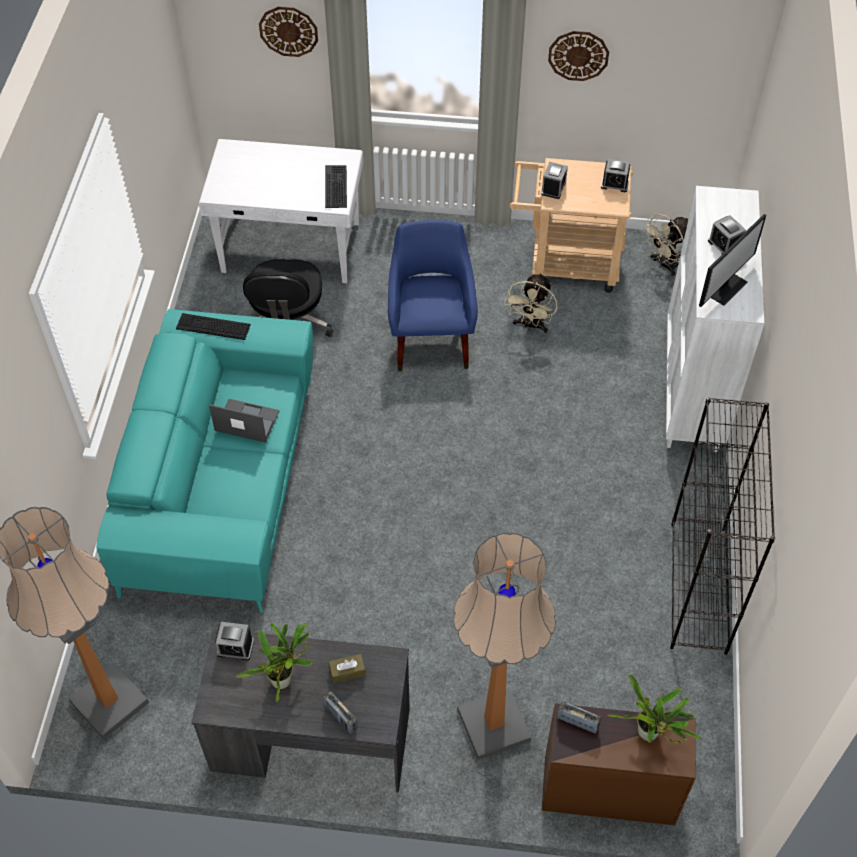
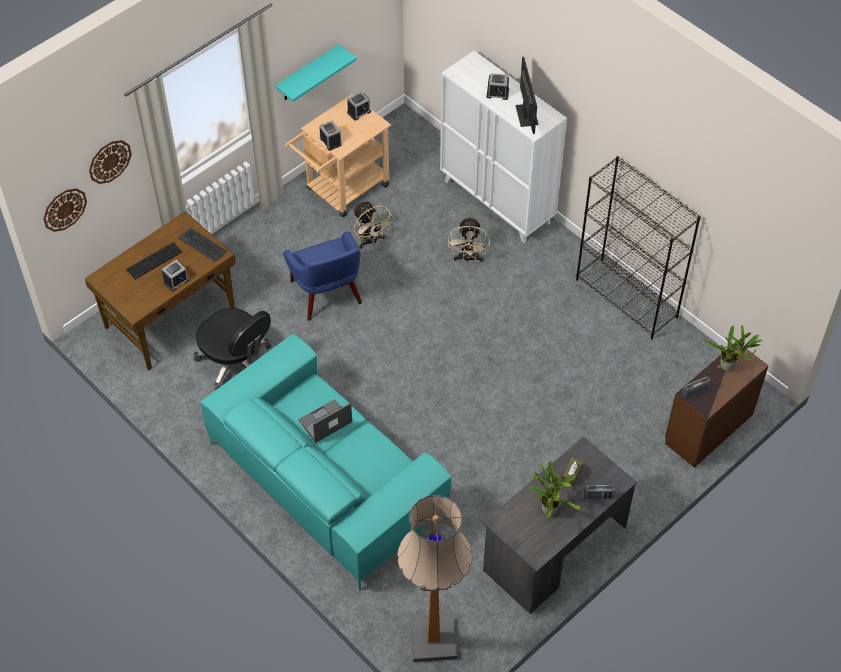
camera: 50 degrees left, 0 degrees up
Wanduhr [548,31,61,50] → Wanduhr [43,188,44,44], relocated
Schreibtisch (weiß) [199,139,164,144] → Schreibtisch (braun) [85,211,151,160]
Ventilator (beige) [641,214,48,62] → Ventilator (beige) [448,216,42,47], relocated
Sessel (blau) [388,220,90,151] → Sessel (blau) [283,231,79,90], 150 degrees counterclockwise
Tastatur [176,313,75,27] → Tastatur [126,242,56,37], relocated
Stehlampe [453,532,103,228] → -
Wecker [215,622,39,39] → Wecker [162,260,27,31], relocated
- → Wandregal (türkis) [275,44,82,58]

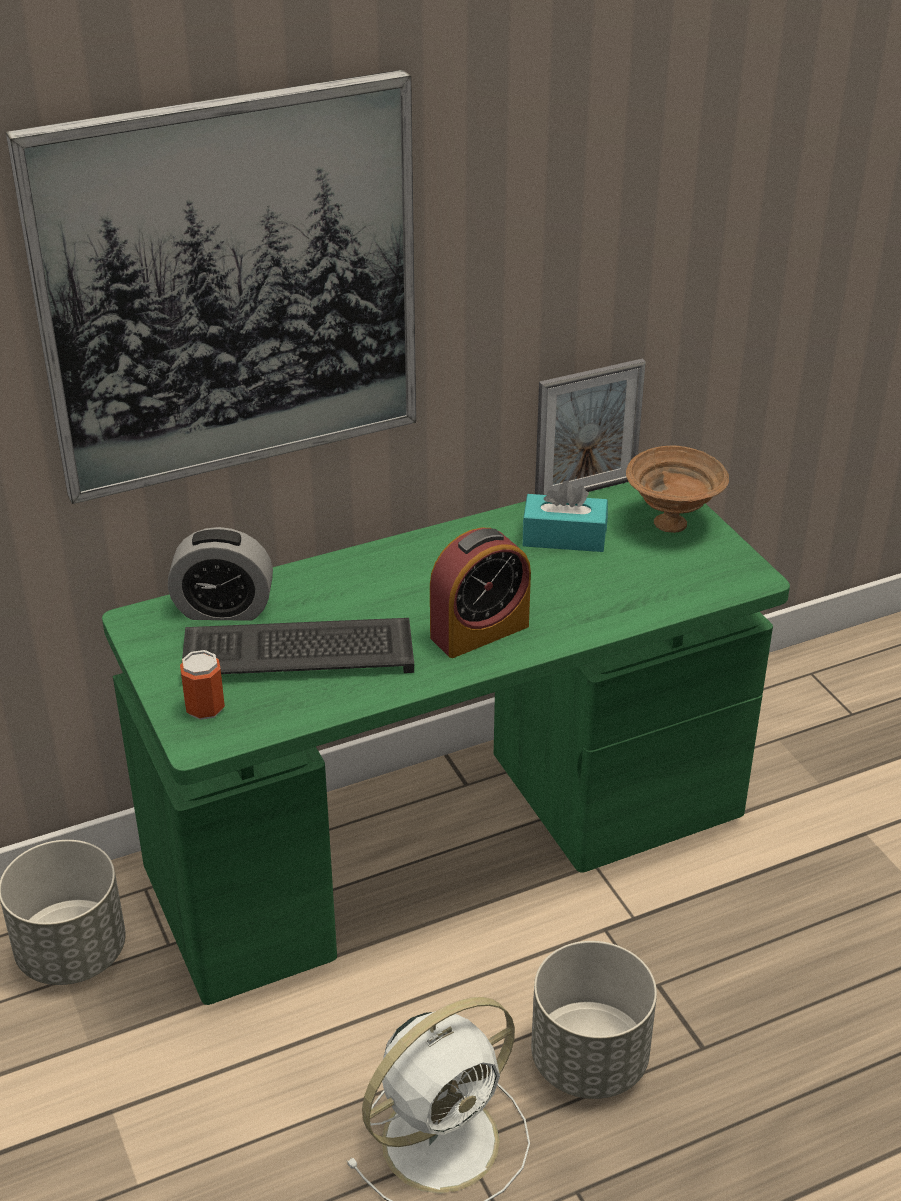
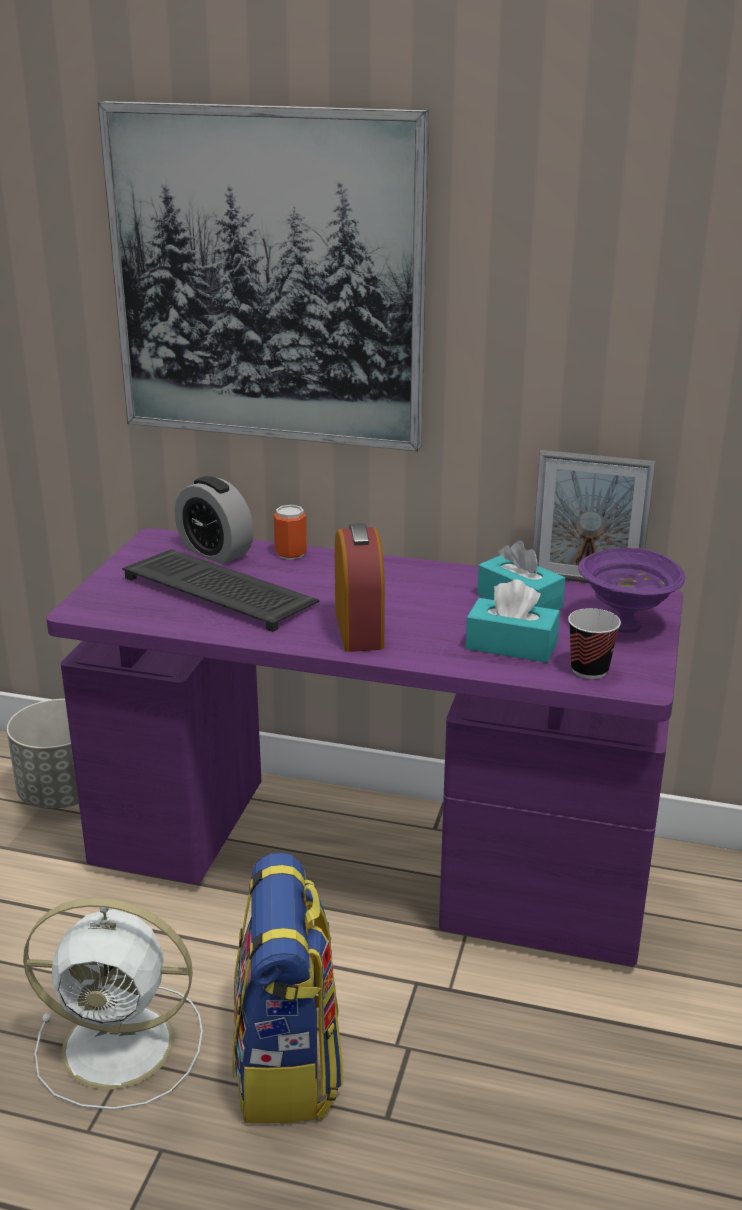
camera: 40 degrees right, 10 degrees down
Schüssel (braun) [626,446,103,87] → Schüssel (lila) [578,548,107,85]
Schreibtisch (grün) [102,482,688,523] → Schreibtisch (lila) [46,528,637,438]
Wecker [430,527,101,131] → Wecker [335,523,50,129], 105 degrees counterclockwise
Dose [180,650,45,70] → Dose [274,505,33,55], relocated
Pflanzkübel (grau) [531,941,126,158] → Rucksack [232,853,111,271]
- → Taschentuchbox (türkis) [466,579,94,84]
- → Tasse [568,608,53,71]

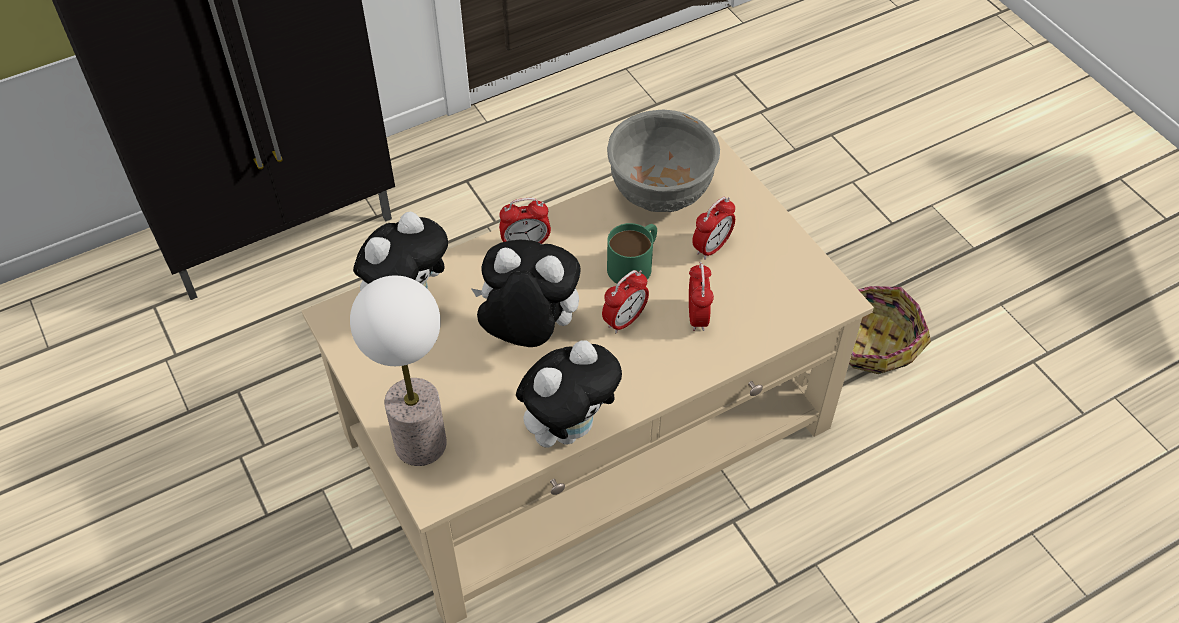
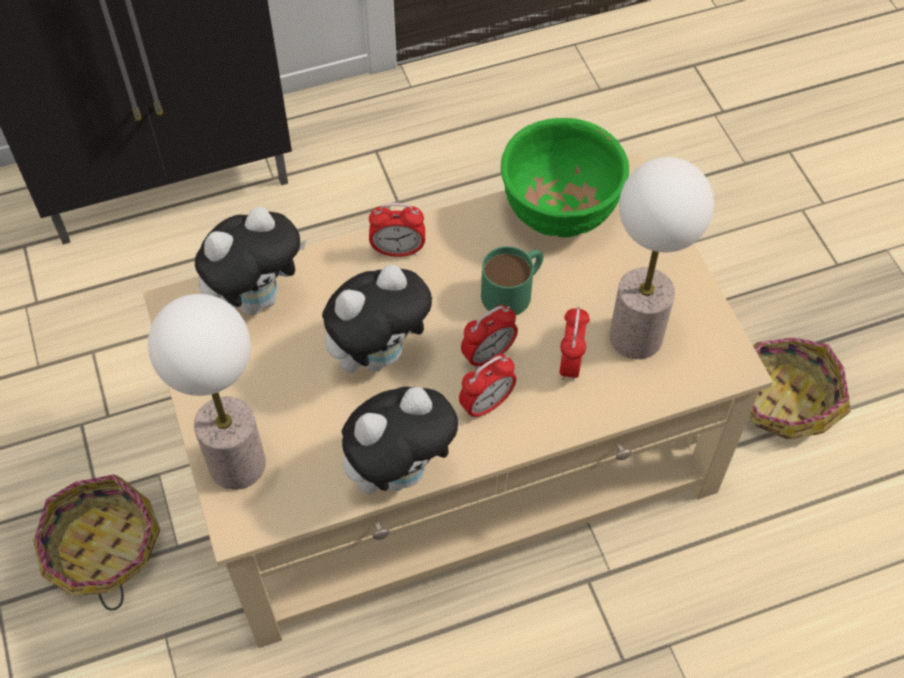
camera: 10 degrees right, 5 degrees up
Schüssel (grau) [607,110,113,102] → Schüssel (grün) [501,118,128,120]
Wecker [692,197,43,63] → Wecker [459,354,57,66], relocated
Plüschtier [471,240,110,107] → Plüschtier [322,265,111,108], 120 degrees clockwise
- → Tischlampe [609,157,105,202]
- → Korb [33,474,127,137]

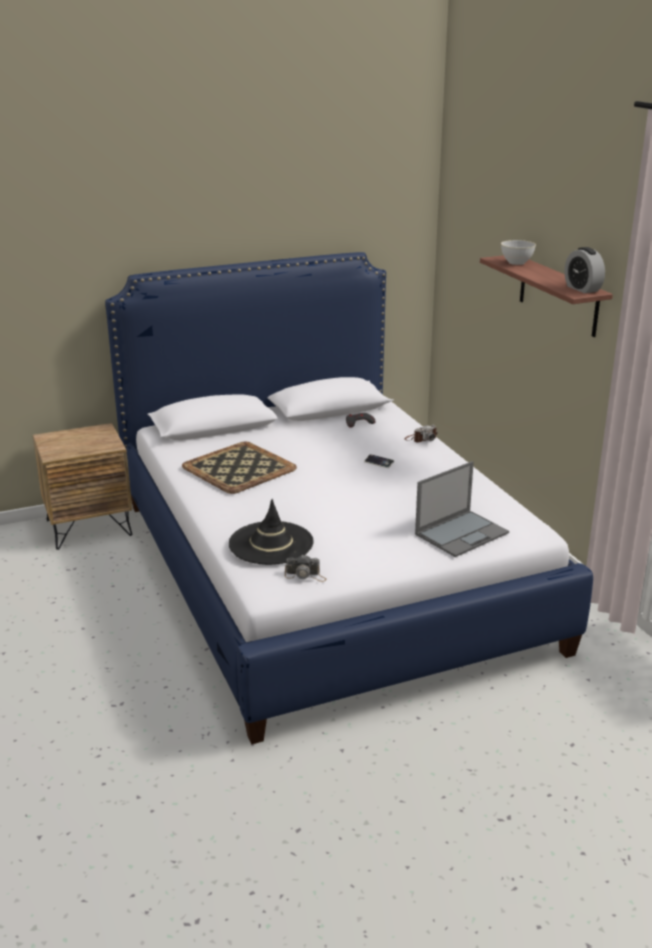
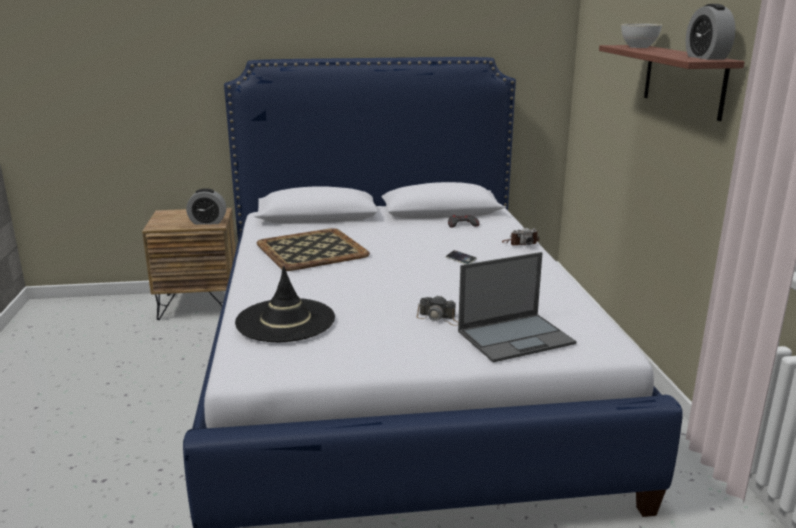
camera: 15 degrees right, 5 degrees down
Kamera [285,555,41,27] → Kamera [416,295,42,31], relocated
- → Wecker [186,188,40,37]

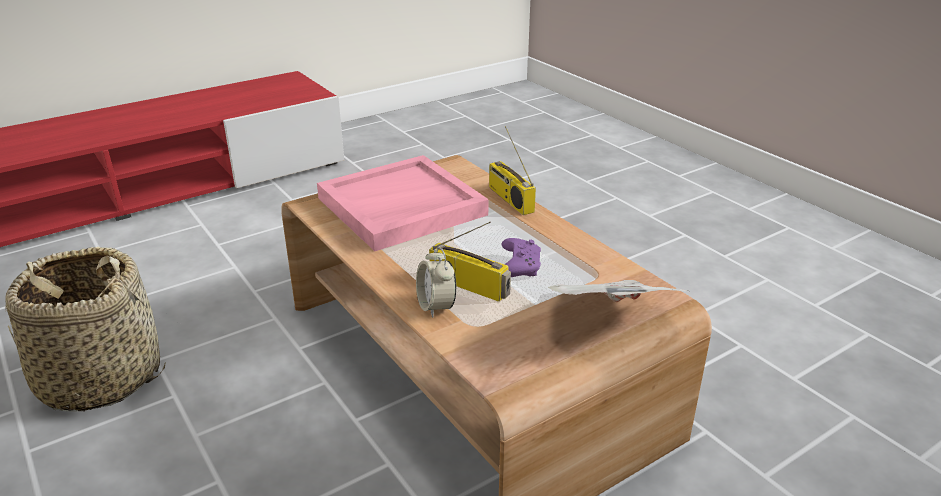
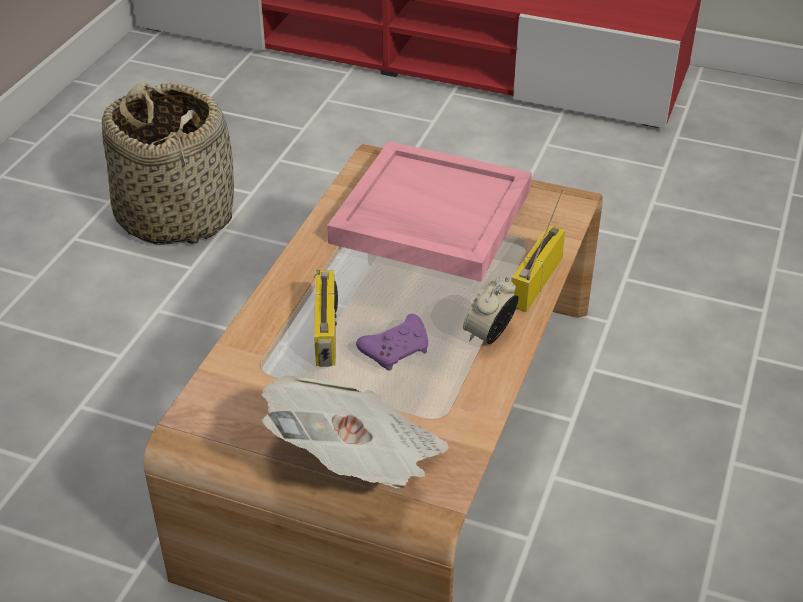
camera: 55 degrees right, 10 degrees up
Wecker [416,246,40,72] → Wecker [463,276,56,68], relocated

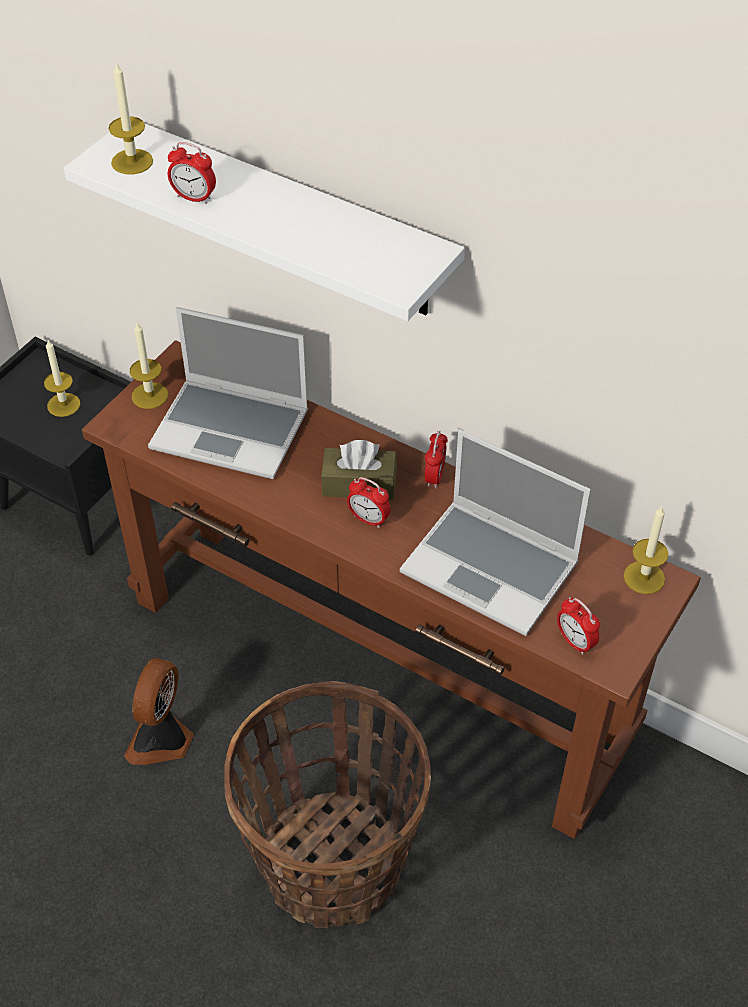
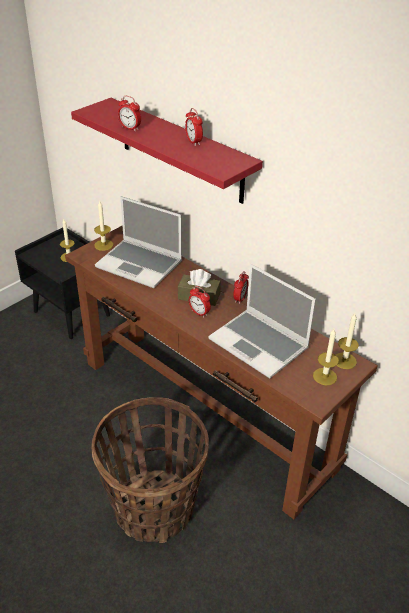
camera: 10 degrees right, 10 degrees down
Kerze [108,61,45,113] → Kerze [313,329,26,56], relocated
Wandregal (weiß) [64,123,401,198] → Wandregal (rot) [71,98,192,106]
Wecker [557,597,43,58] → Wecker [185,108,18,38], relocated
Ventilator [124,658,70,107] → -

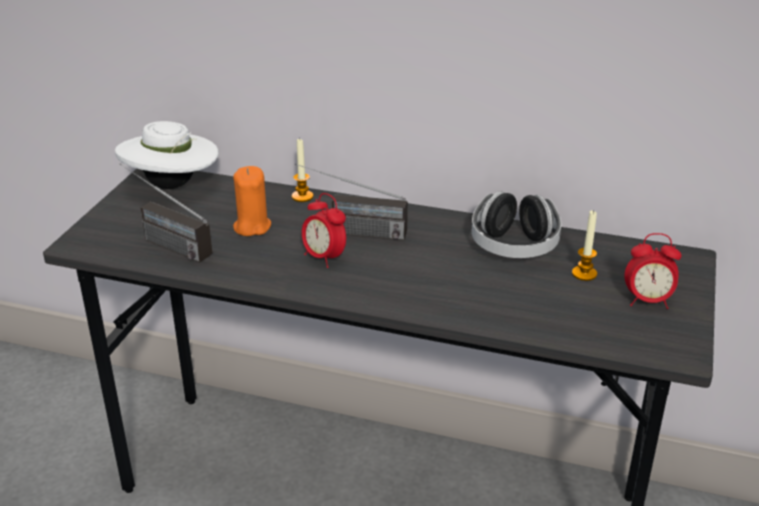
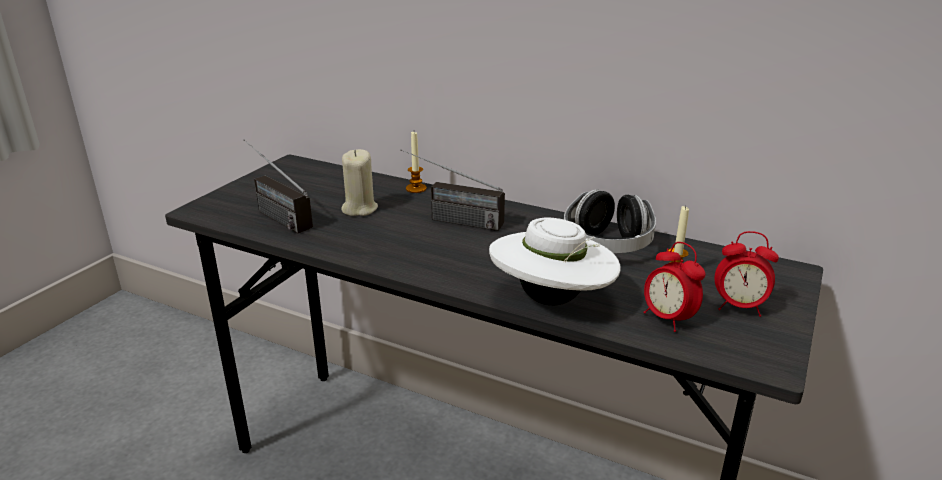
camera: 10 degrees right, 5 degrees down
Hut (weiß) [115,121,104,68] → Hut (weiß) [489,218,131,87], relocated
Kerze (orange) [233,166,38,70] → Kerze (beige) [342,149,36,67]
Wecker [302,193,44,75] → Wecker [643,242,62,90], relocated

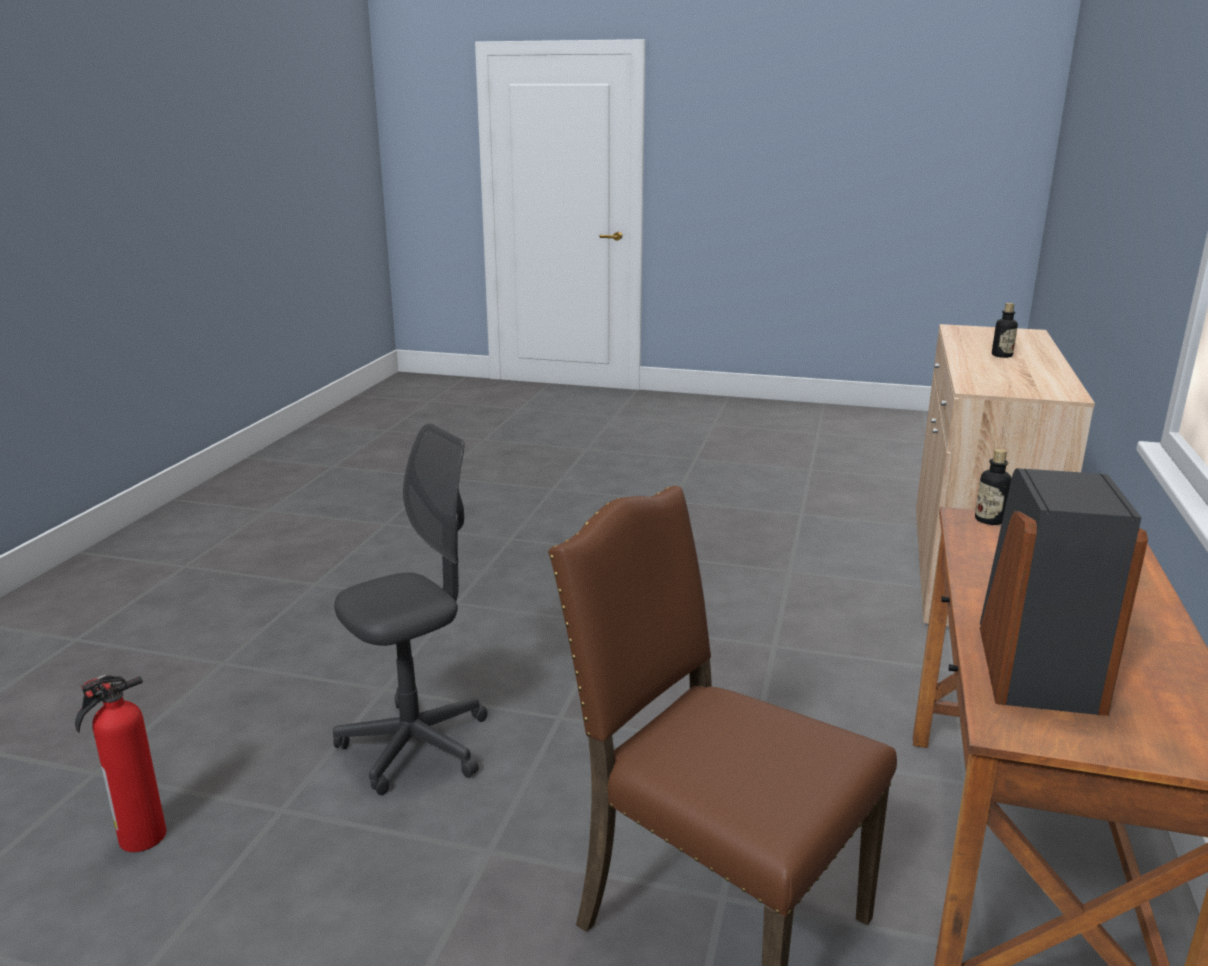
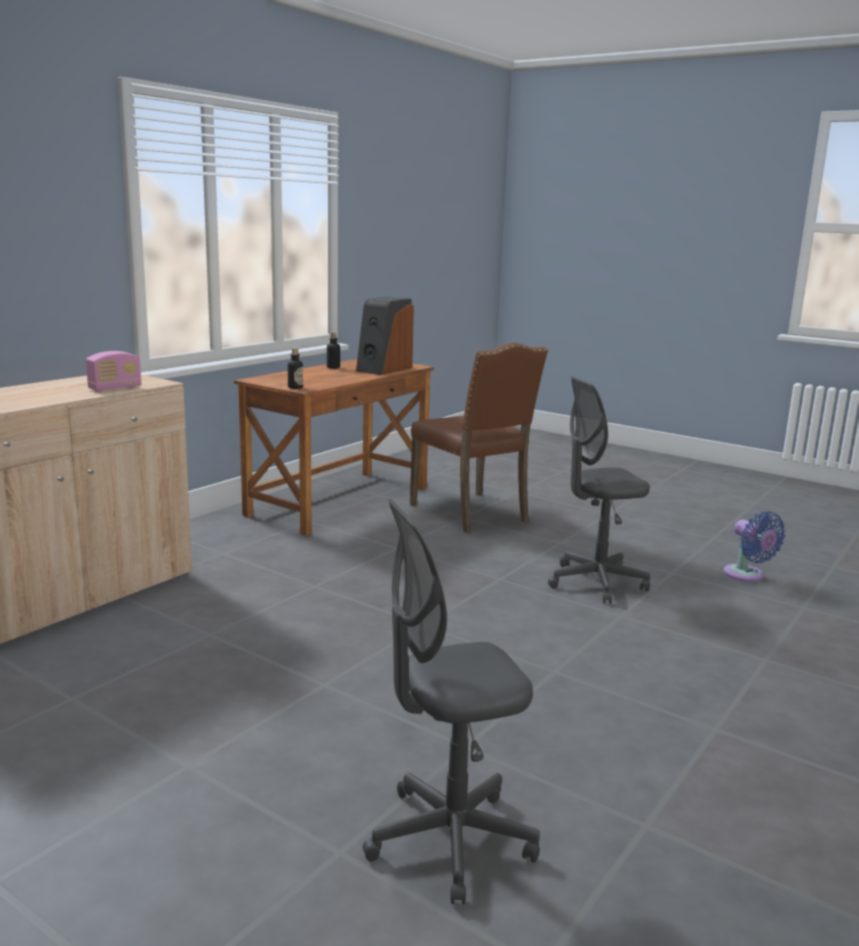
camera: 160 degrees left, 5 degrees down
Flasche [992,303,26,55] → Flasche [327,333,13,36], relocated
Feuerlöscher [75,675,91,177] → Ventilator (blau) [723,511,63,71]
- → Radio [86,351,55,40]
- → Bürostuhl (grau) [363,499,177,405]

